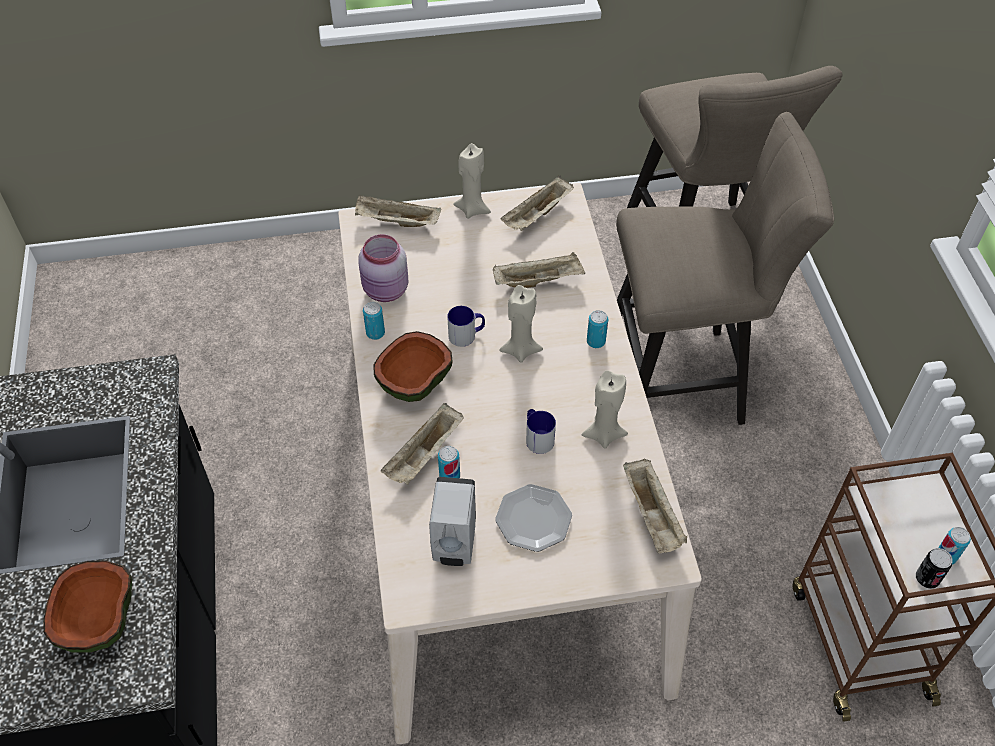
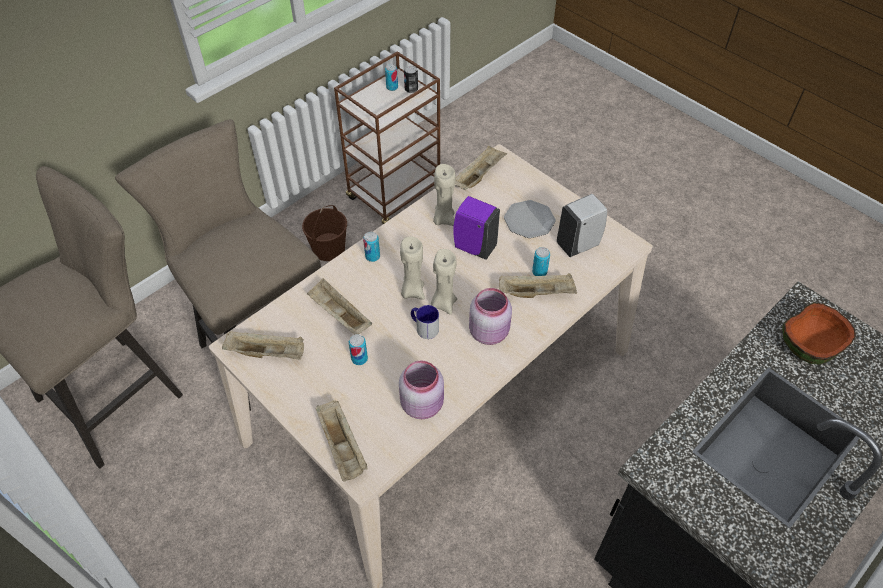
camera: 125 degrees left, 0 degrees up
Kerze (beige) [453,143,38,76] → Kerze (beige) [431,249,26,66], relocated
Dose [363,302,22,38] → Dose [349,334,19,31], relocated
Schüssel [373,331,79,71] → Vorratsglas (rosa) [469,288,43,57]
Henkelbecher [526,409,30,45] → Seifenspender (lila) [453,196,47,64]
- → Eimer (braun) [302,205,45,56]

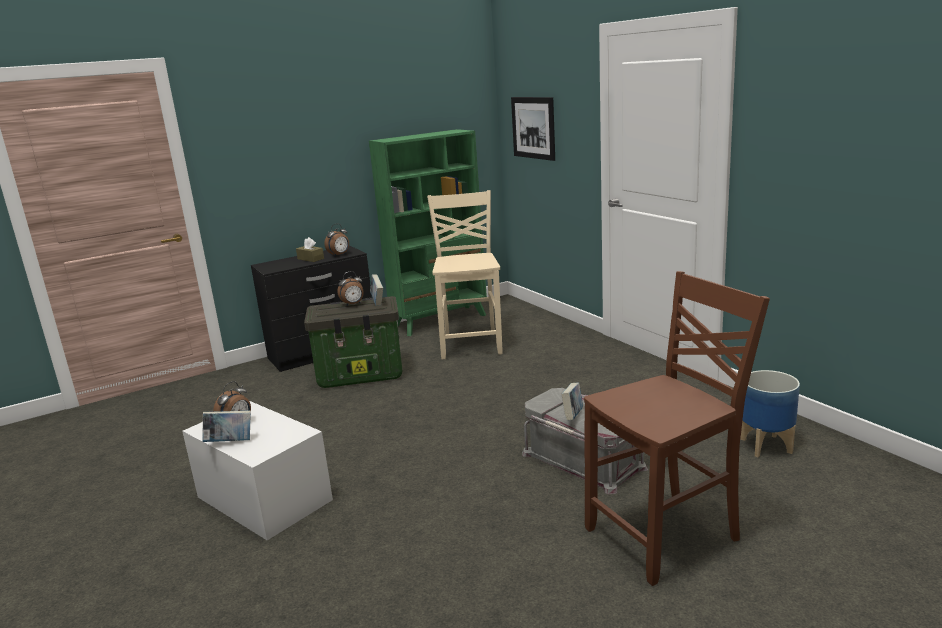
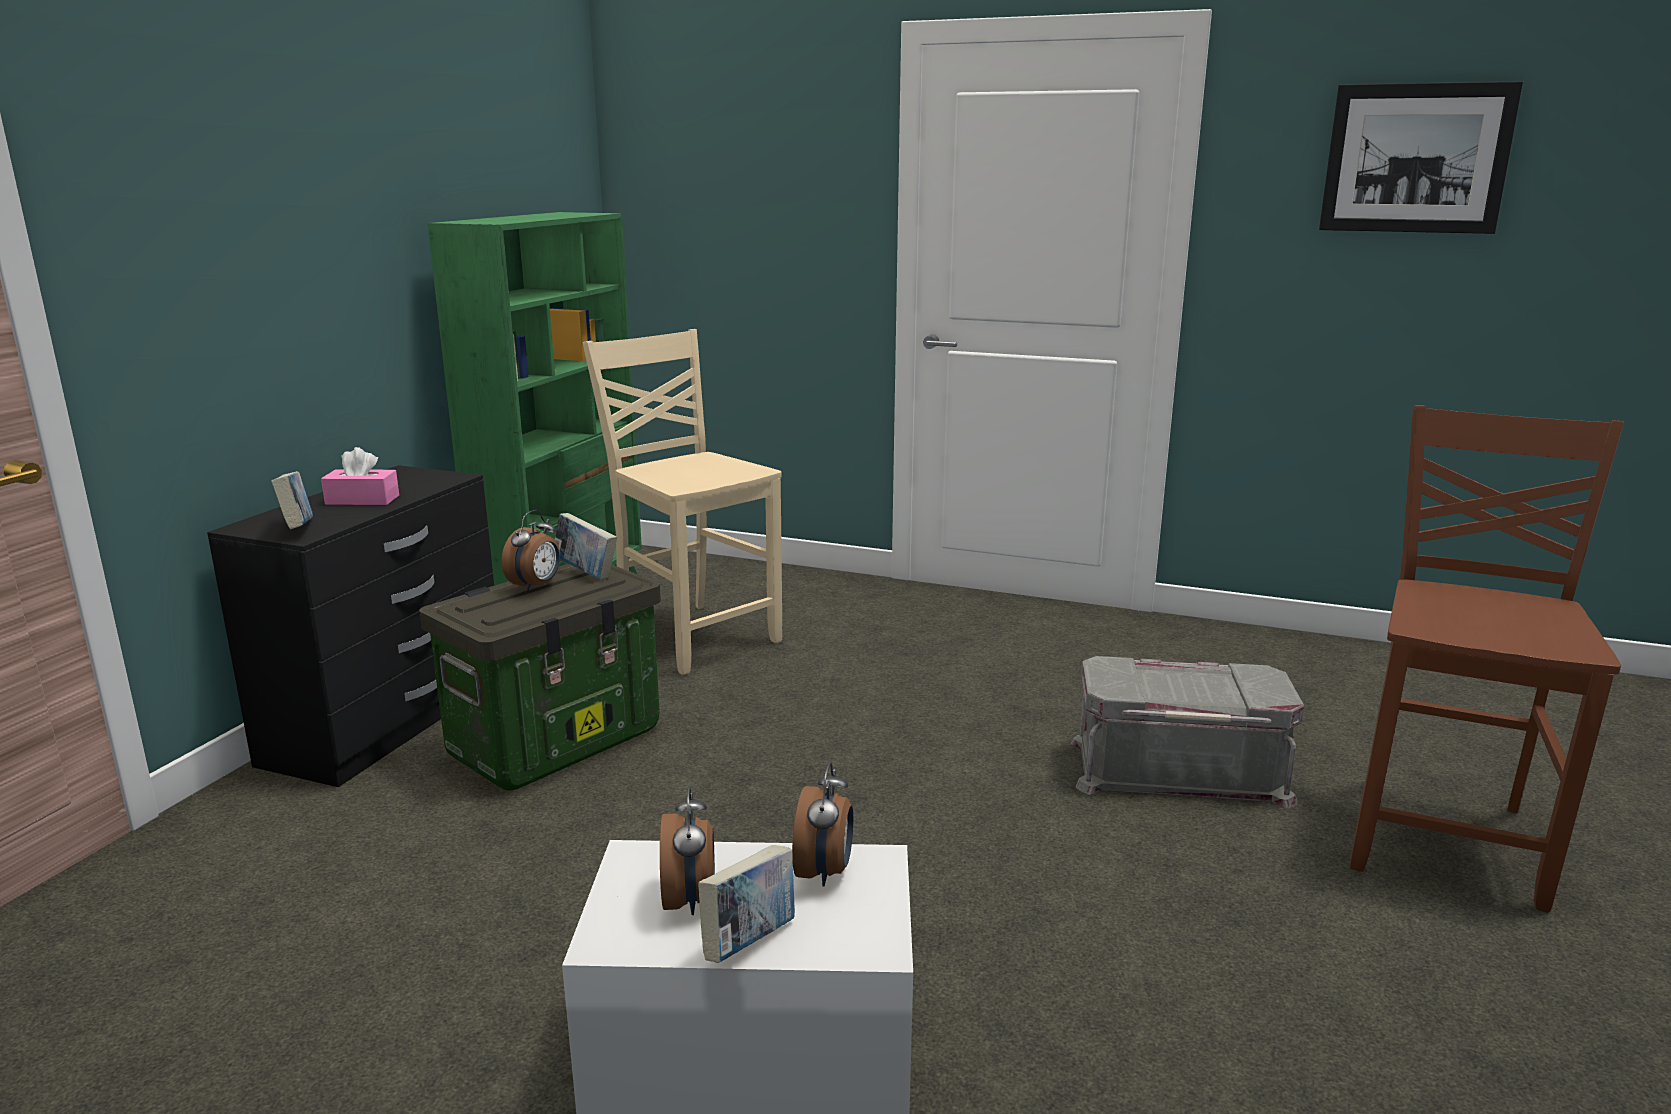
camera: 40 degrees left, 0 degrees up
Bild [511,97,44,64] → Bild [1319,81,204,153], relocated
Wecker [324,224,25,33] → Wecker [792,762,61,125], relocated
Taschentuchbox (braun) [296,237,28,25] → Taschentuchbox (rosa) [321,447,78,58]
Pflanzkübel [740,370,60,87] → -
Buch [561,383,22,38] → Buch [271,471,42,58], relocated

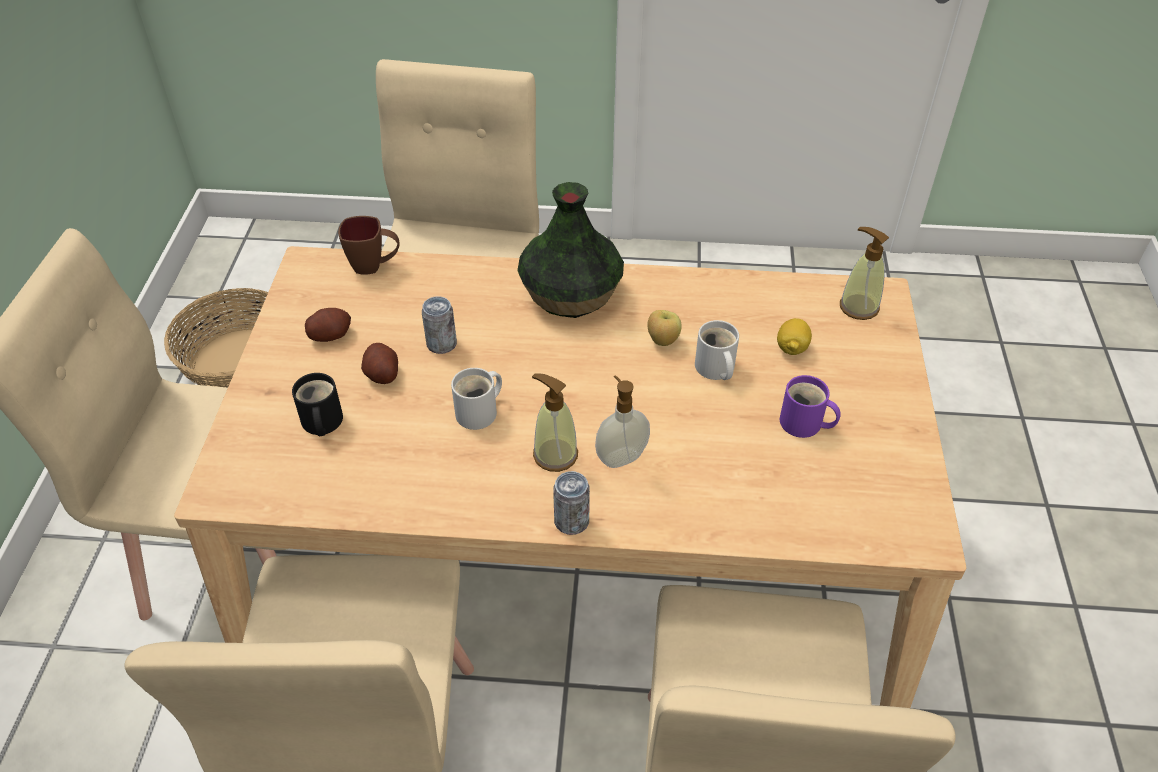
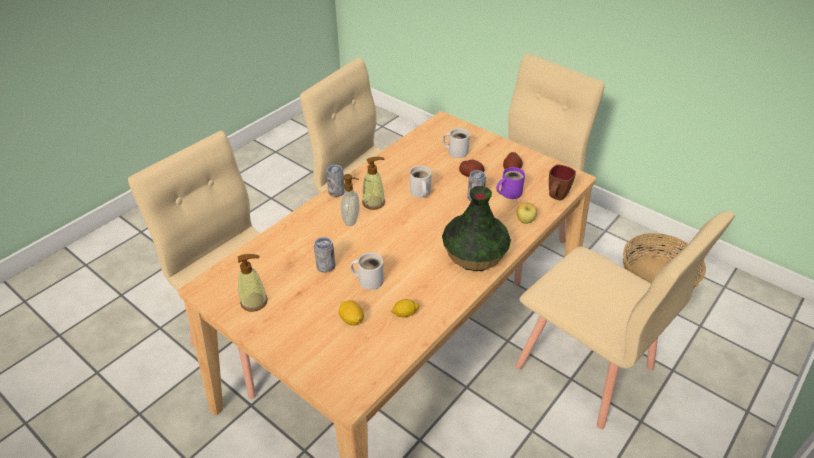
camera: 125 degrees right, 5 degrees down
Seifenspender [840,227,49,93] → Seifenspender [238,254,30,58], relocated
Apfel [647,310,35,36] → Apfel [516,202,21,22], relocated
Henkelbecher (schwarz) [292,373,51,63] → Henkelbecher (weiß) [443,128,27,30]
Henkelbecher (lila) [780,375,61,63] → Henkelbecher (lila) [496,167,29,32], relocated
- → Dose [314,237,21,36]
- → Zitrone [391,299,29,18]

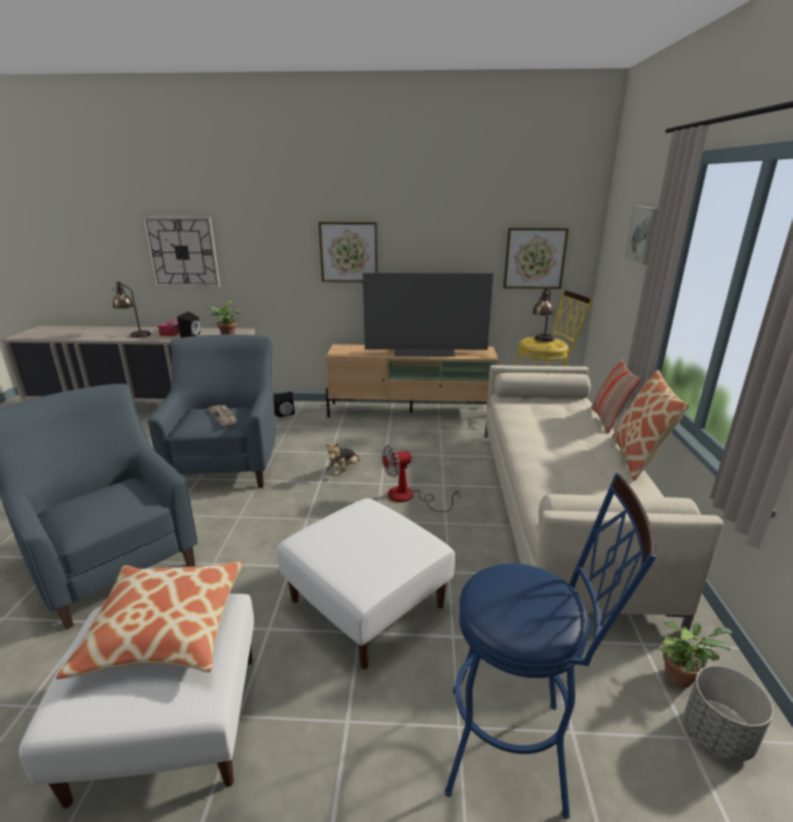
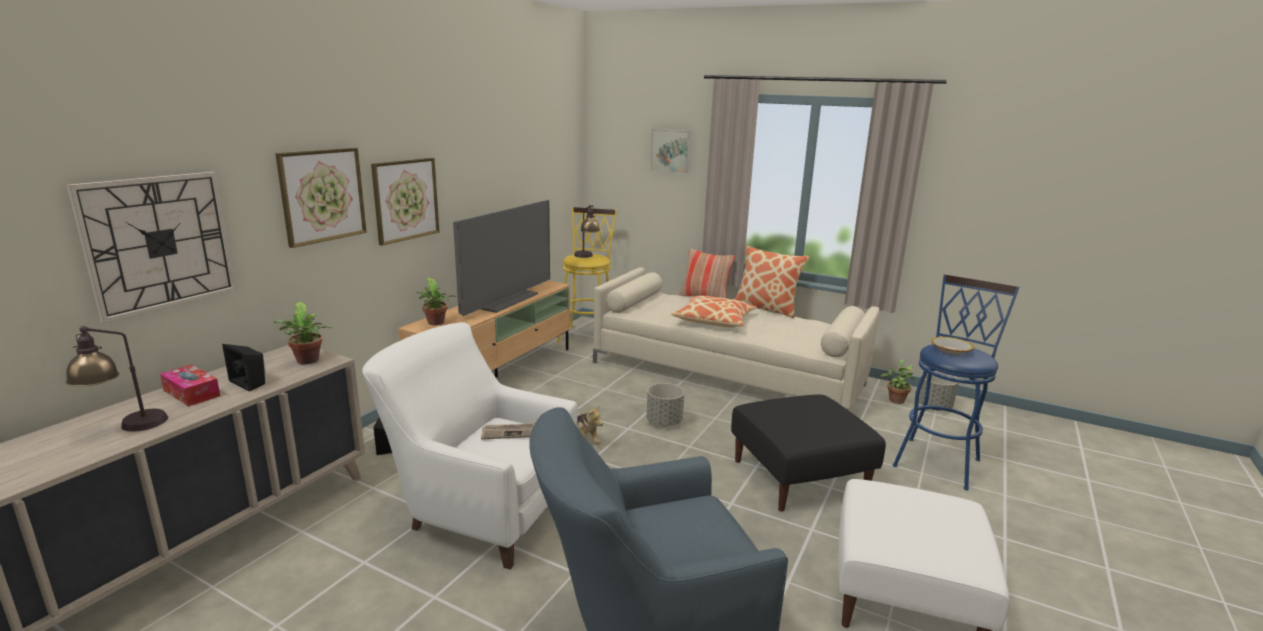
camera: 65 degrees left, 5 degrees down
Bild [503,228,66,61] → Bild [276,148,91,100], relocated
Sessel (blau) [148,334,127,154] → Sessel (weiß) [362,322,216,247]
Ventilator [382,445,78,67] → Pflanzkübel (grau) [646,383,38,43]
Polsterhocker (weiß) [277,498,178,171] → Polsterhocker (schwarz) [731,395,155,117]
Kissen [56,562,187,117] → Kissen [671,295,86,32], relocated
- → Topfpflanze [417,278,39,47]
- → Schüssel [931,337,43,18]

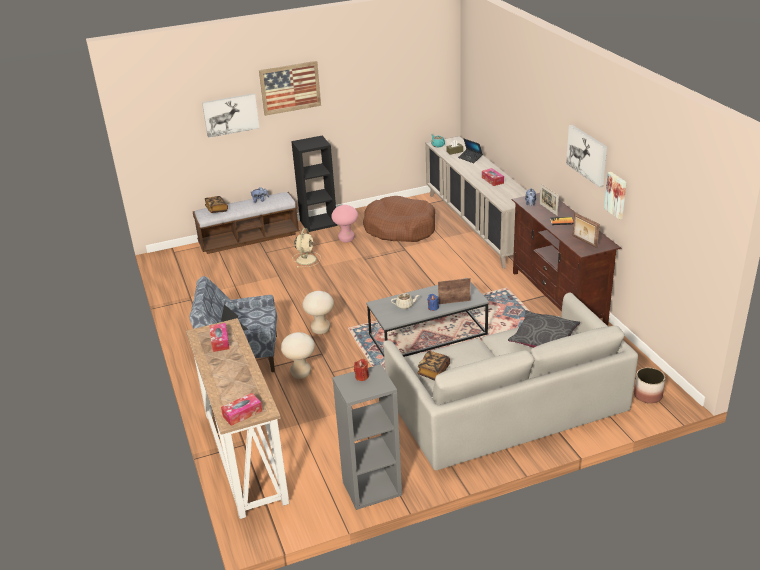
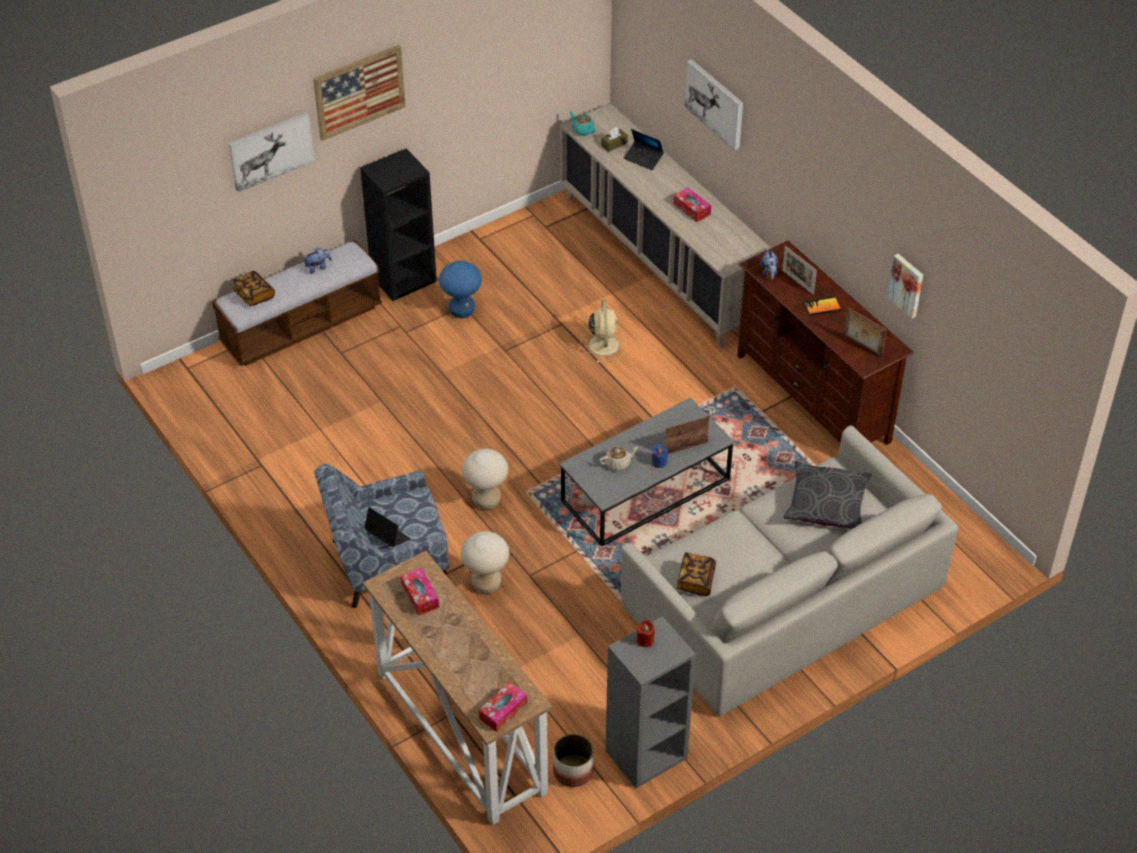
camera: 15 degrees left, 15 degrees up
Bild [566,125,41,62] → Bild [685,59,58,92], relocated
Hundebett (braun) [363,196,72,46] → -
Hocker (rosa) [331,205,27,37] → Hocker (blau) [439,261,43,57]
Ventilator (beige) [292,228,29,40] → Ventilator (beige) [580,300,47,63], relocated
Pflanzkübel [634,368,31,36] → Pflanzkübel [553,734,41,53], relocated

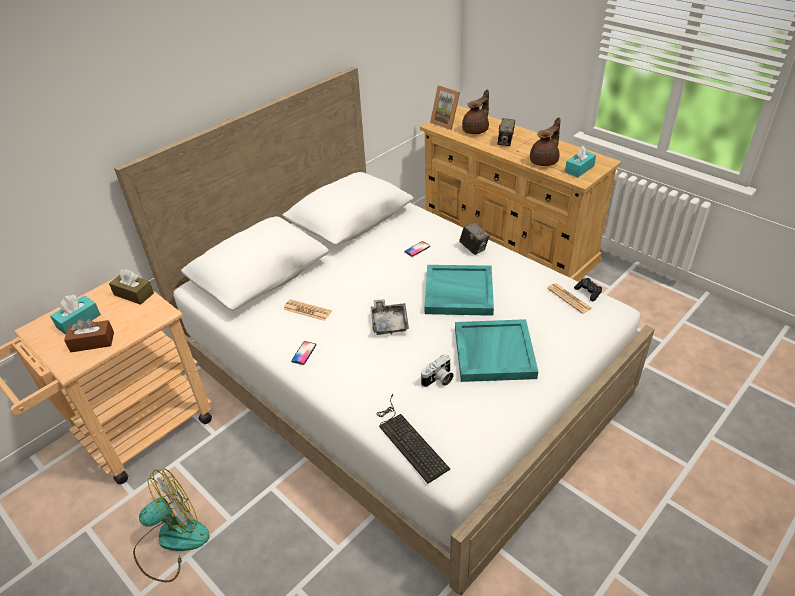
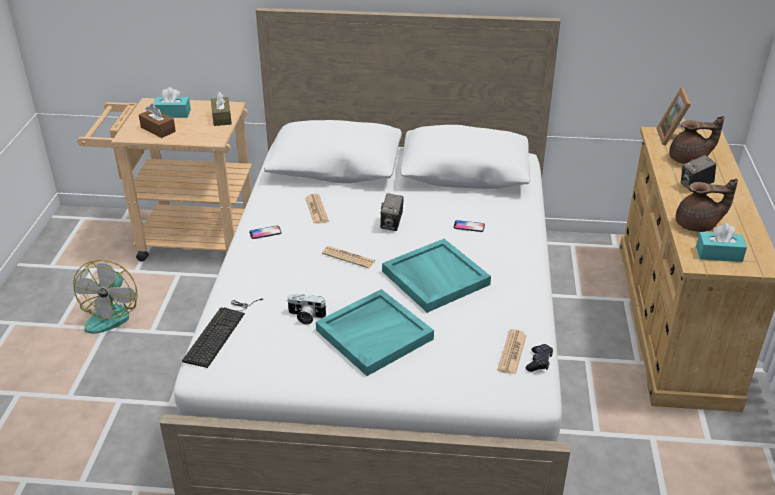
camera: 50 degrees right, 5 degrees down
Kamera [459,222,31,33] → Kamera [380,193,24,38], relocated
Tablett (grau) [371,299,38,36] → Zeitung [322,246,54,22]
Ventilator [133,468,77,114] → Ventilator [73,260,65,74], 75 degrees clockwise

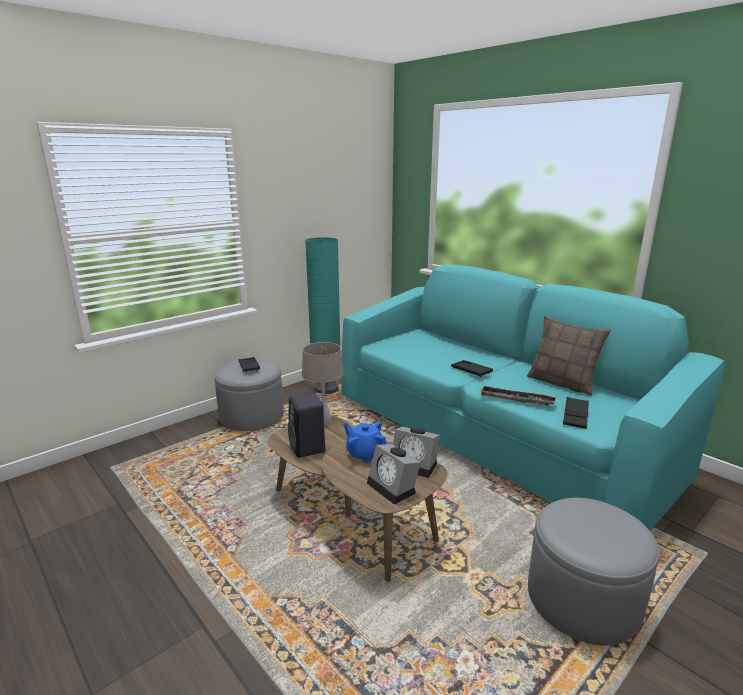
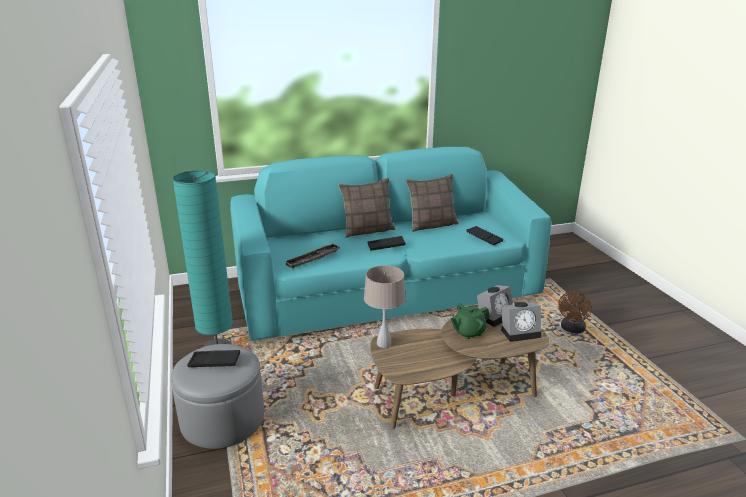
camera: 65 degrees left, 5 degrees up
Tablett [479,385,78,20] → Tablett [285,243,55,25], relocated
Lautsprecher (schwarz) [288,393,37,65] → -
Teekanne (blau) [343,421,44,42] → Teekanne (grün) [451,303,39,36]
Polsterhocker (grau) [528,498,132,148] → Ventilator (braun) [558,292,34,42]
- → Kissen [339,178,56,60]

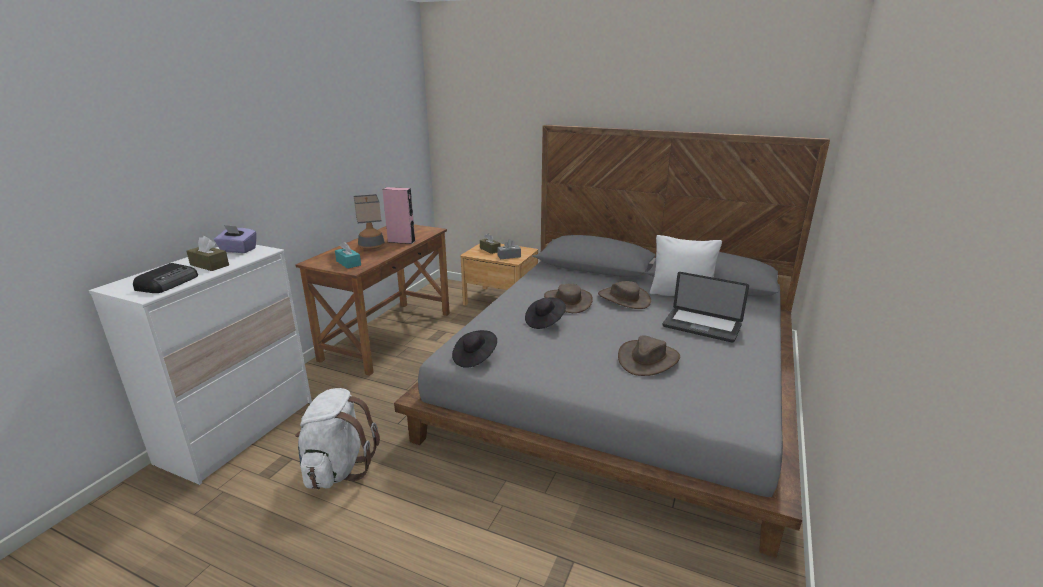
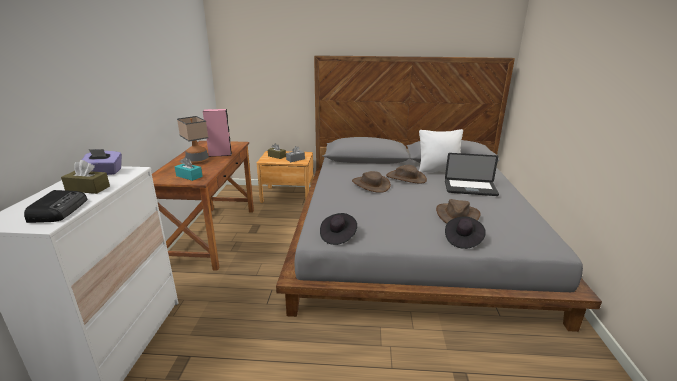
camera: 20 degrees left, 0 degrees up
Hut (schwarz) [525,298,41,31] → Hut (schwarz) [445,216,41,33], relocated
Rucksack (weiß) [295,388,85,101] → -

